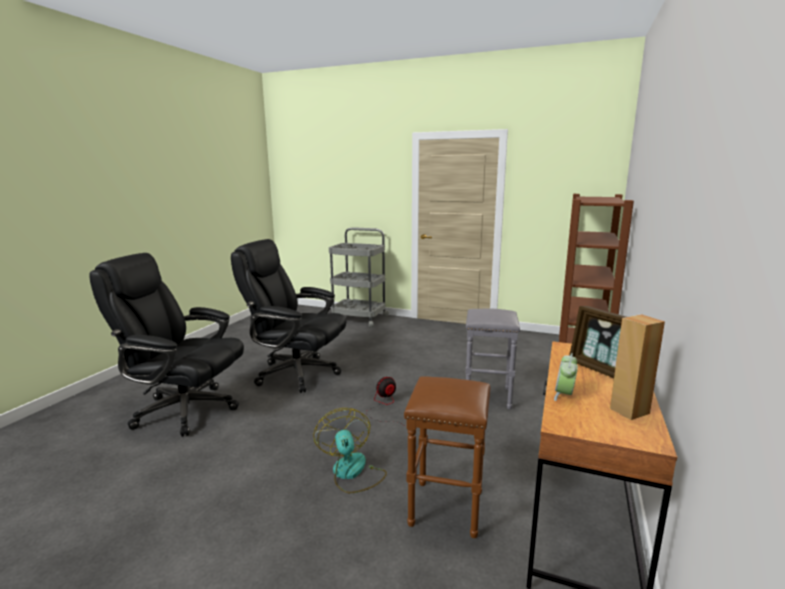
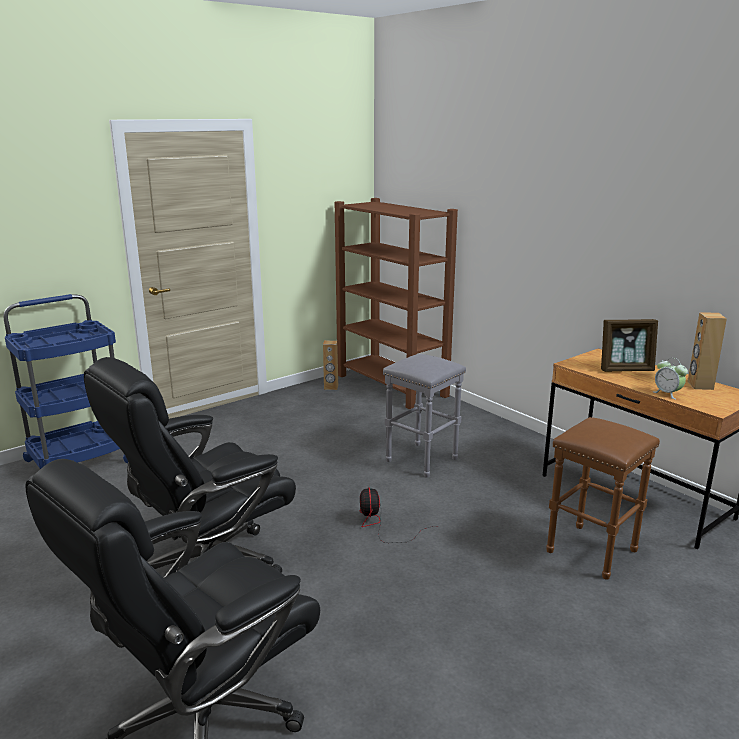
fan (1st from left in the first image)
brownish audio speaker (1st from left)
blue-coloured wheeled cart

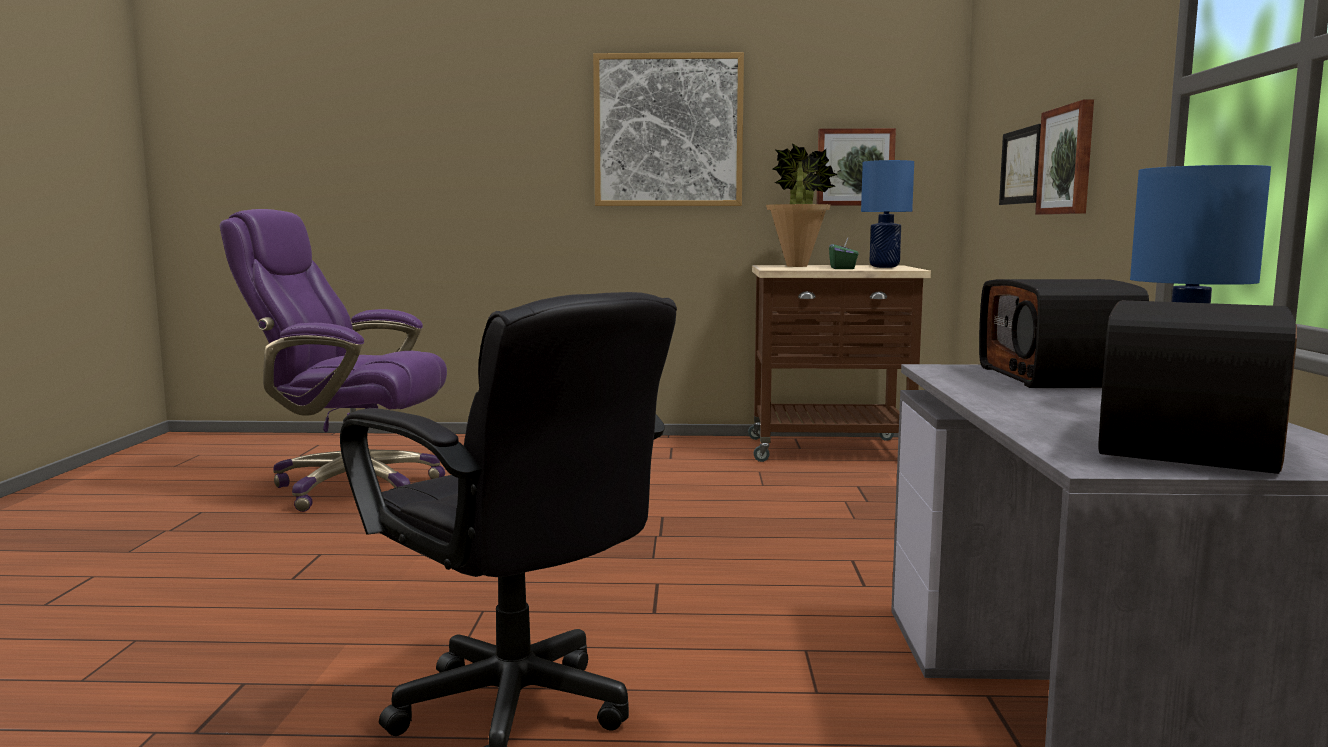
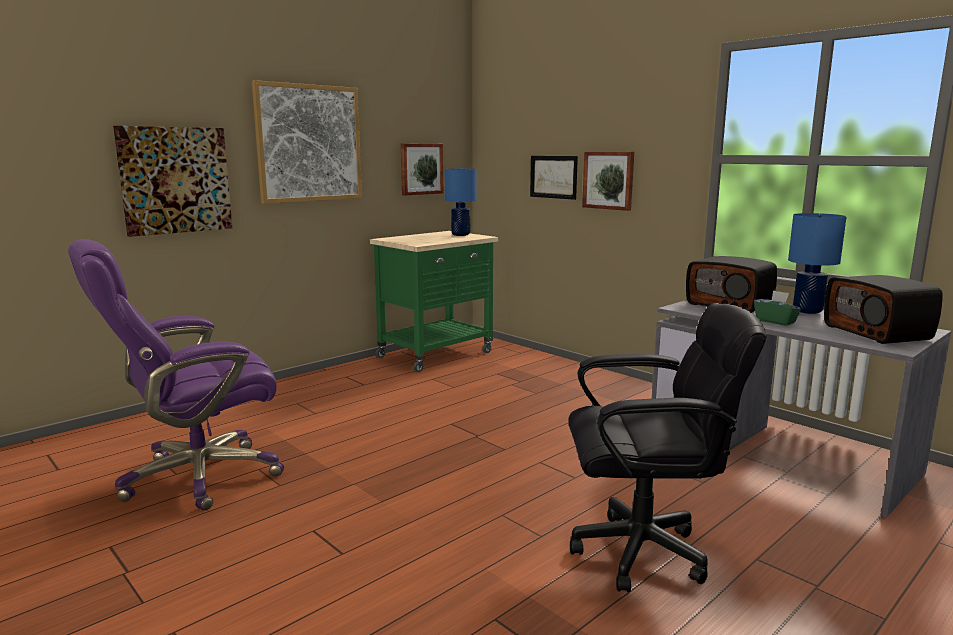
houseplant
picture (1st from left)
greenish tissue holder
greenish wheeled cart

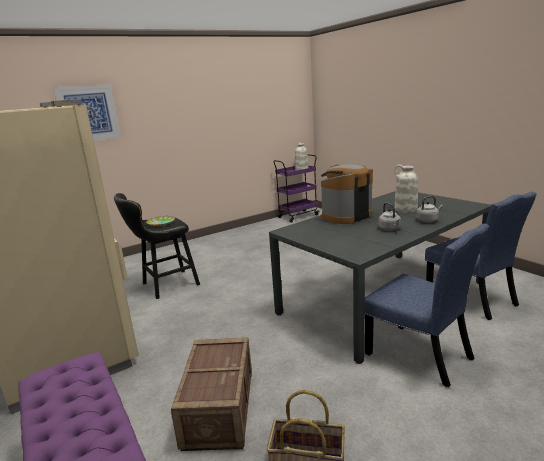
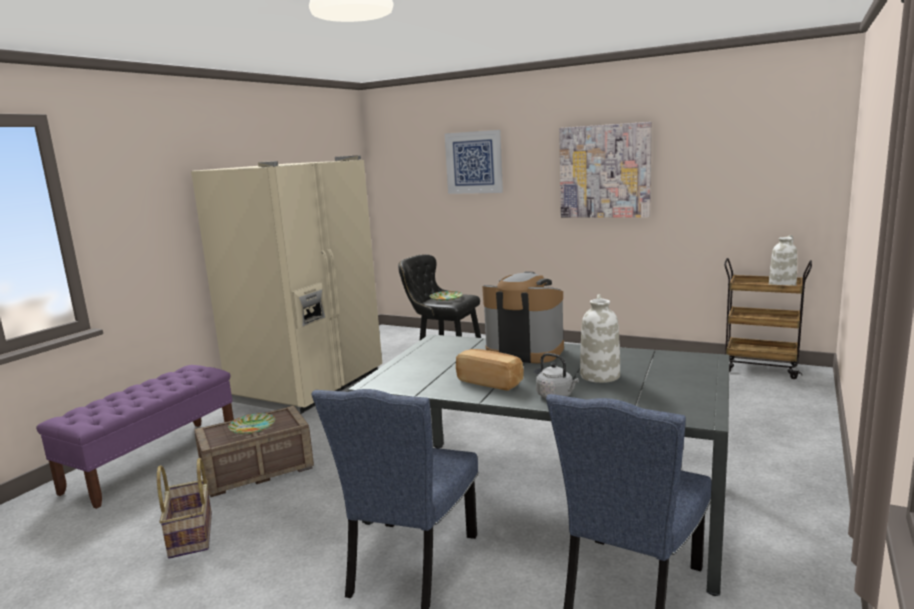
dinner plate (1st from left)
picture (2nd from left)
baked bread
brownish wheeled cart

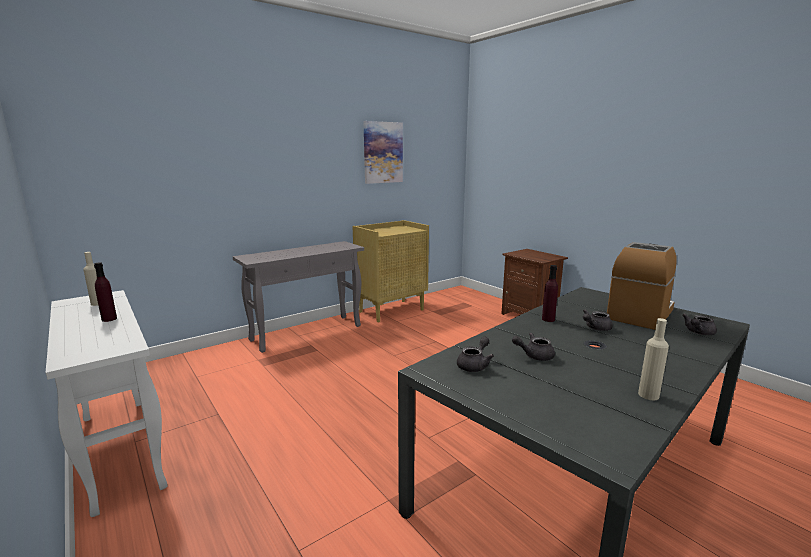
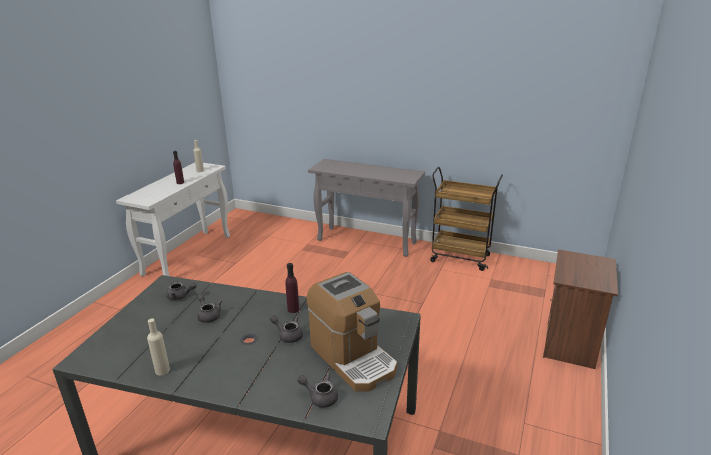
picture
brownish wheeled cart
coffee maker

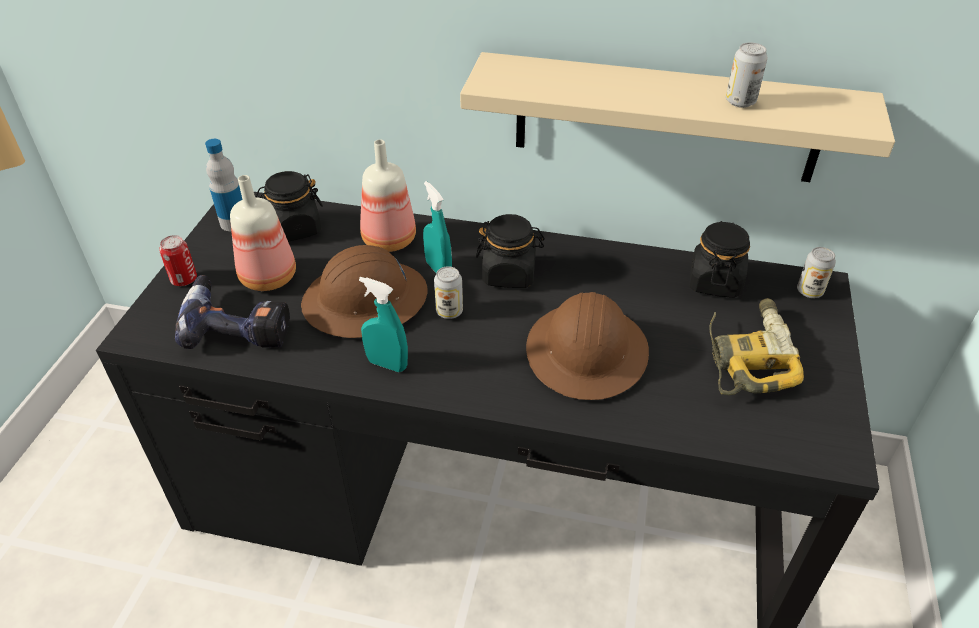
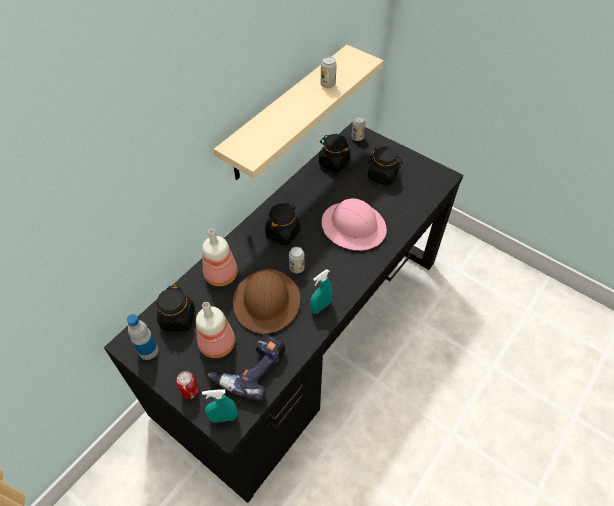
turquoise-coloured spray bottle (1st from left)
black-coloured jar (4th from left)
pinkish work helmet

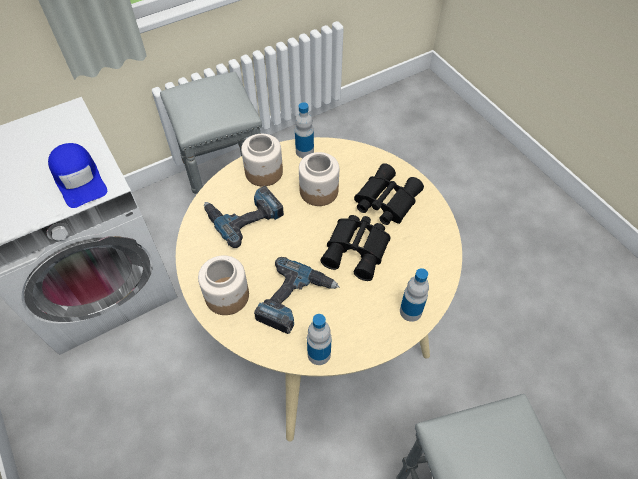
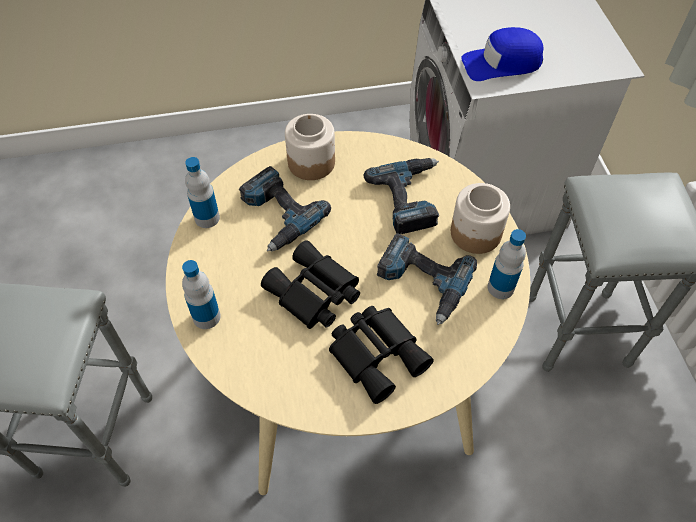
drill (3rd from left)

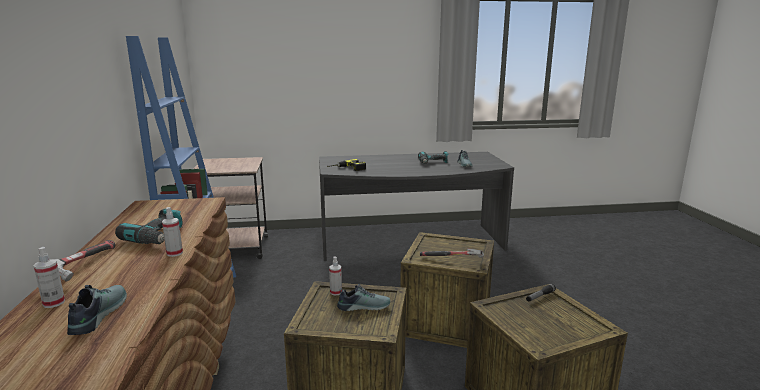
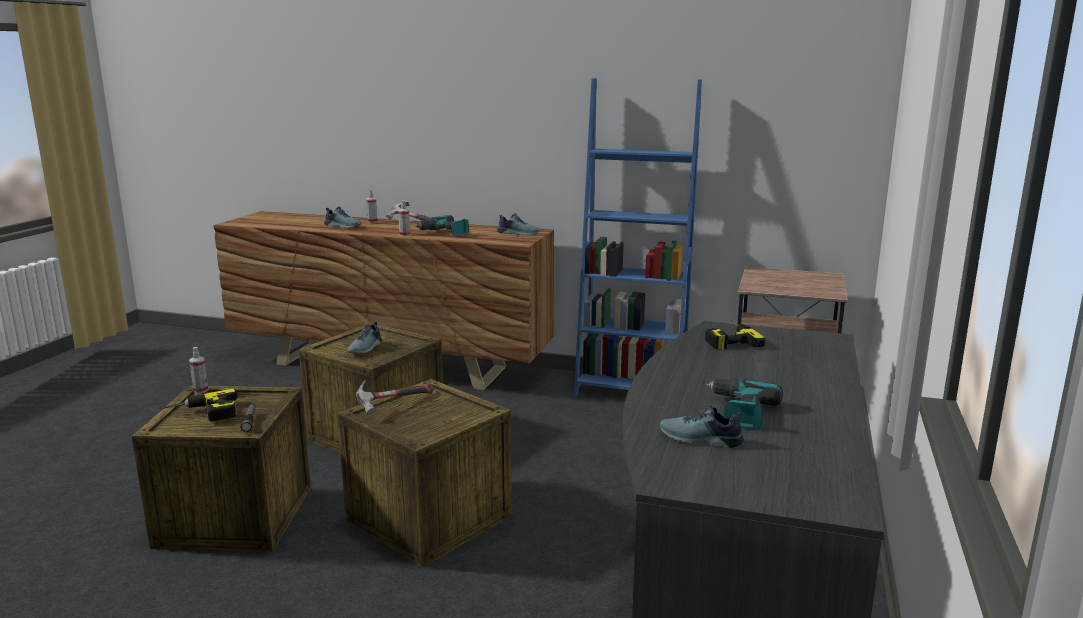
drill (1st from left)
low shoe (3rd from left)
spray bottle (1st from left)

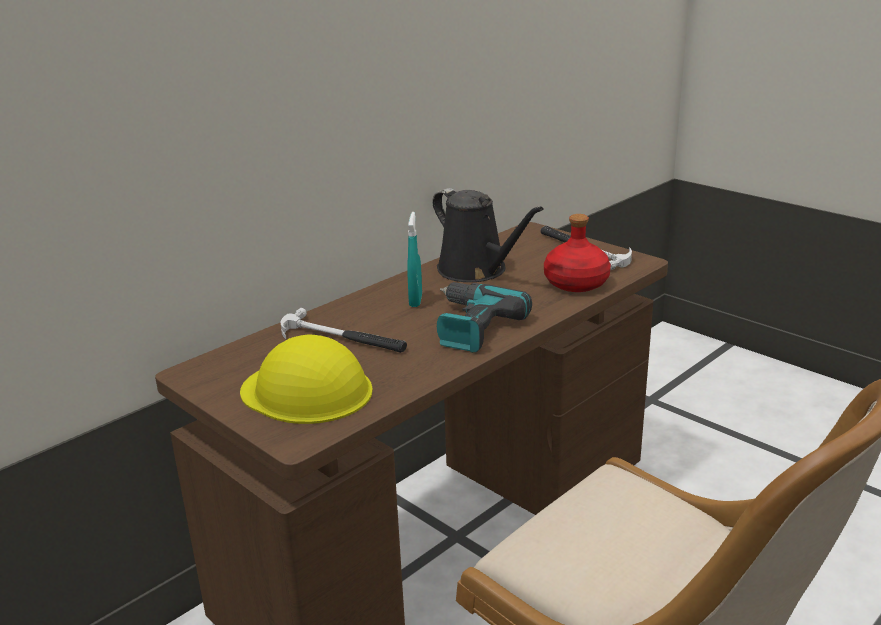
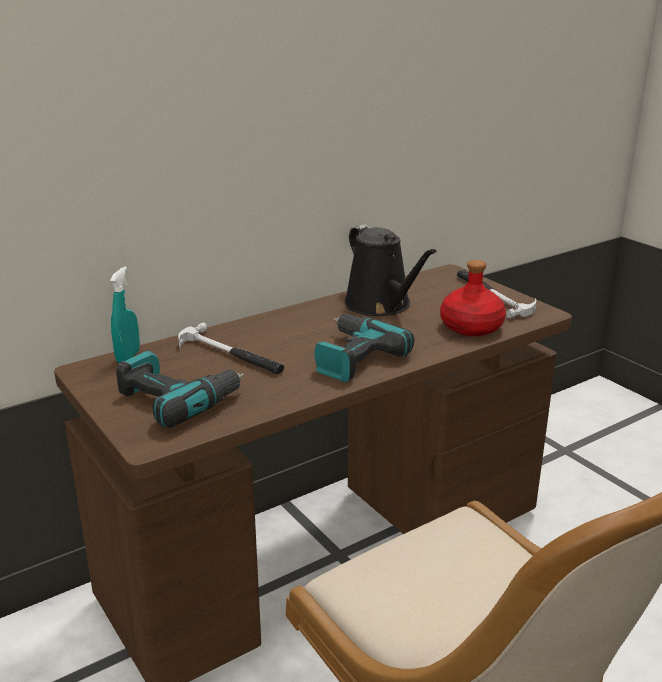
turquoise-coloured spray bottle
drill (1st from left)

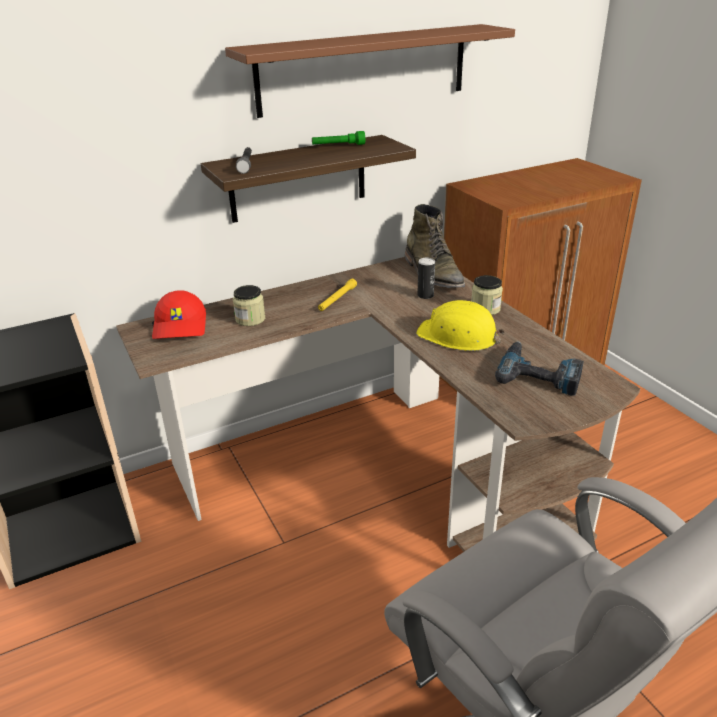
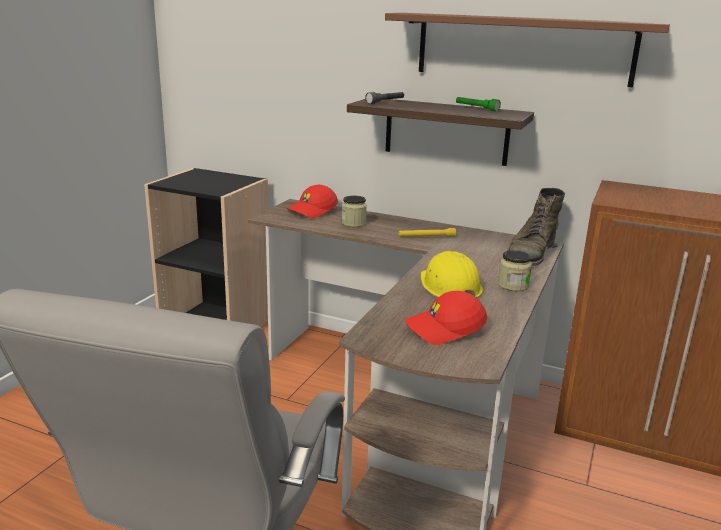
metal can
red cap (2nd from left)

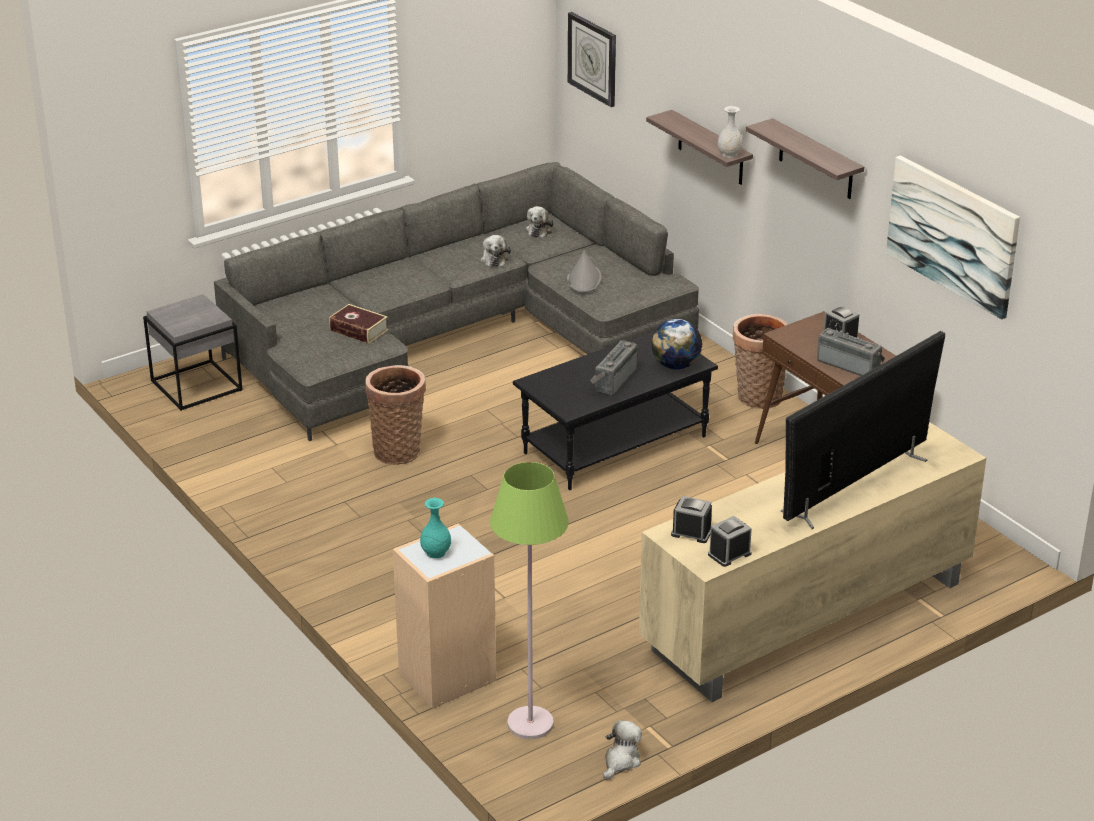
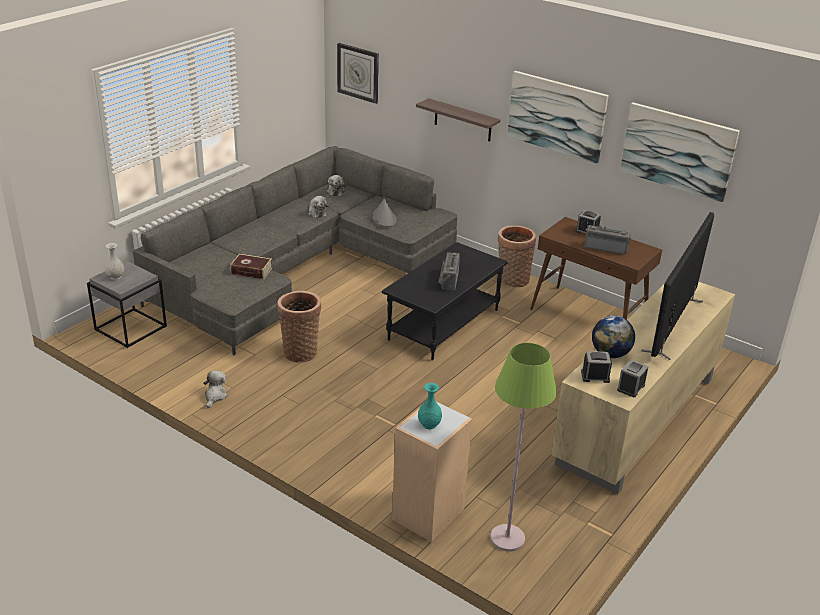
cuddly toy (1st from left)
desk globe
whitish flower vase
picture (1st from left)

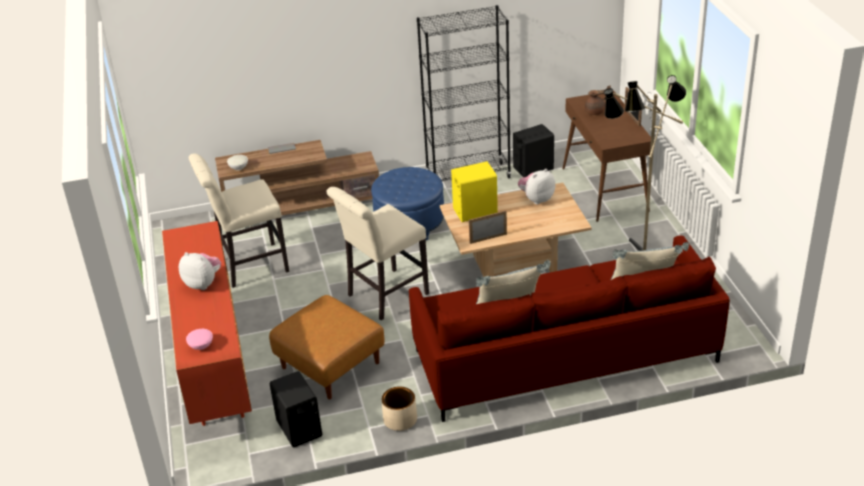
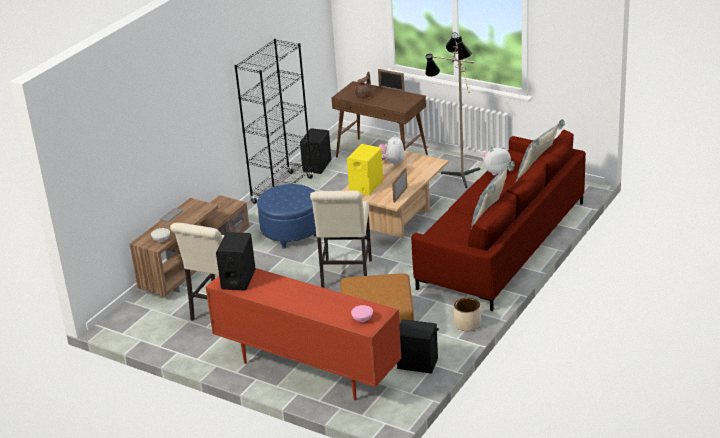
black-coloured audio speaker (1st from left)
cuddly toy (2nd from left)

